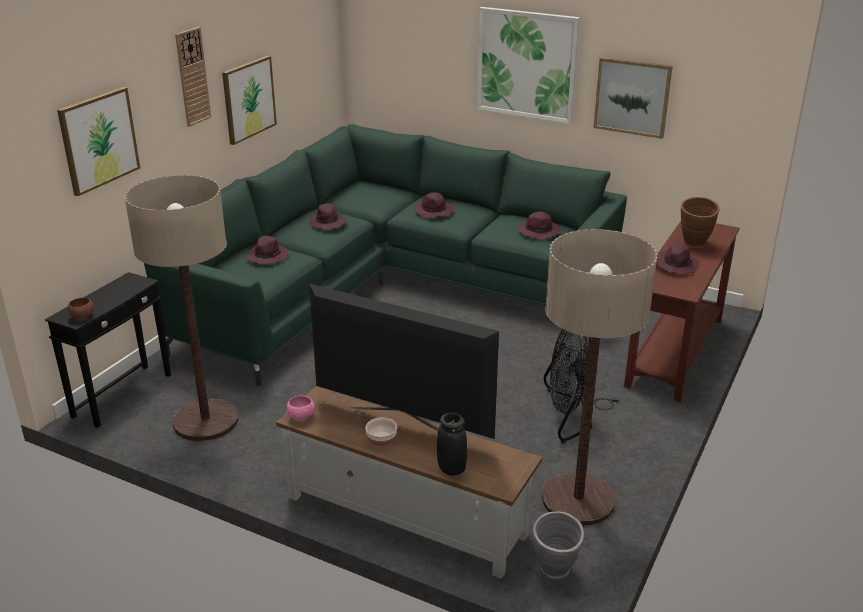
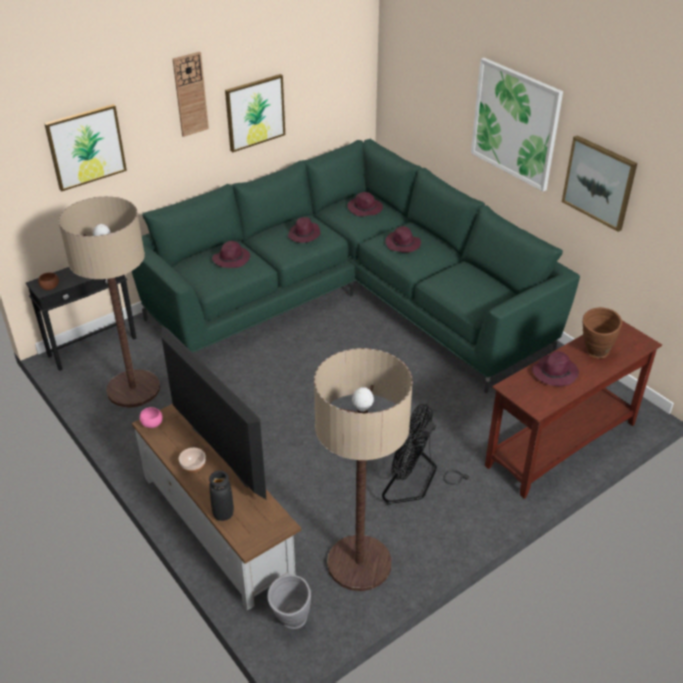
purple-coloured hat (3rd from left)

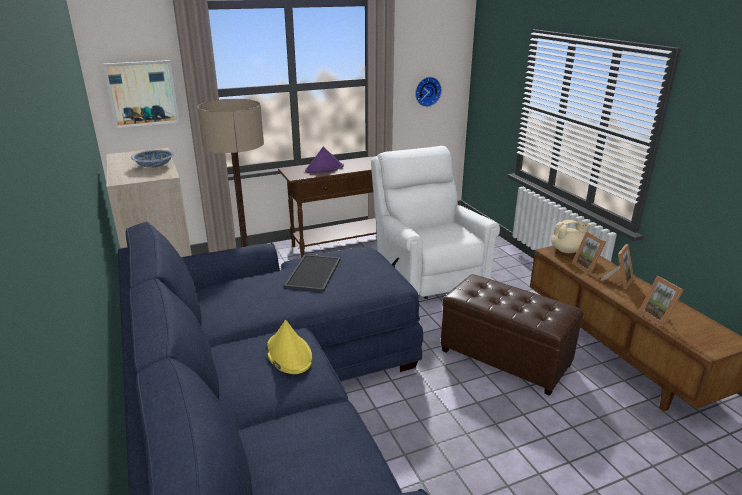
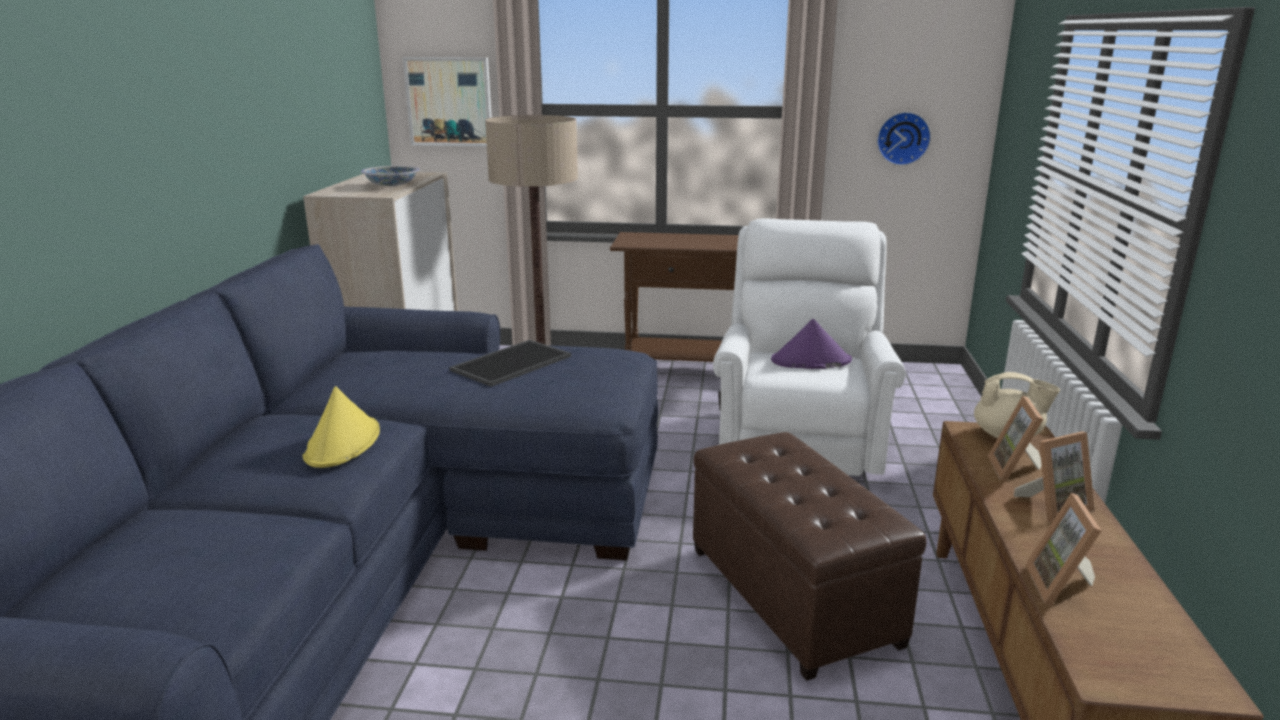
purple-coloured hat

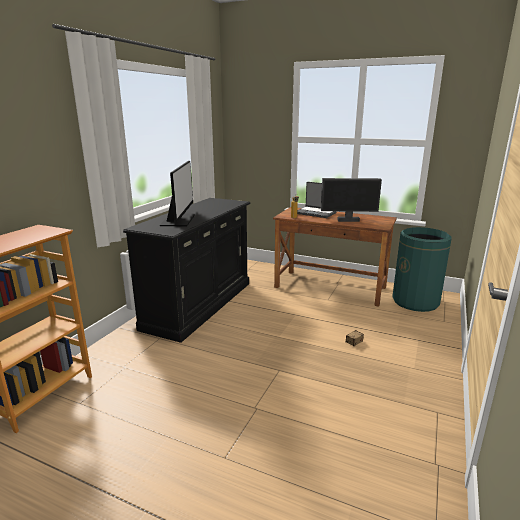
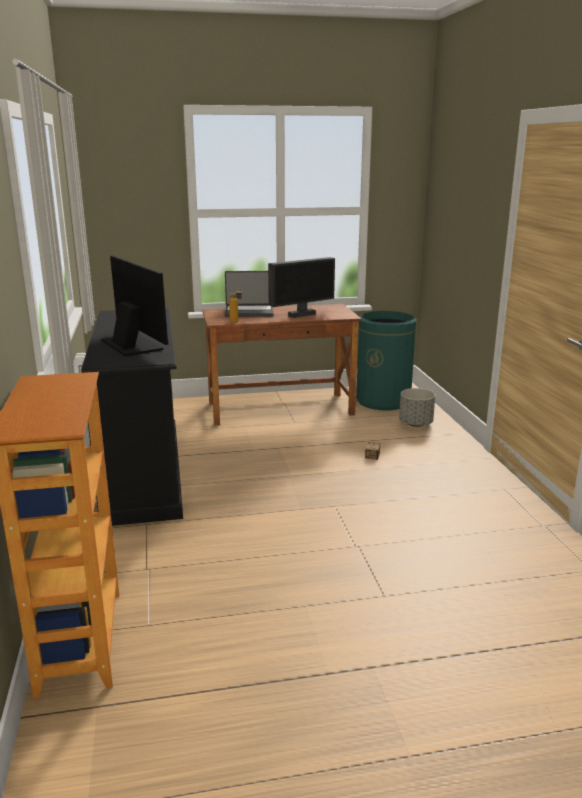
greyish planter

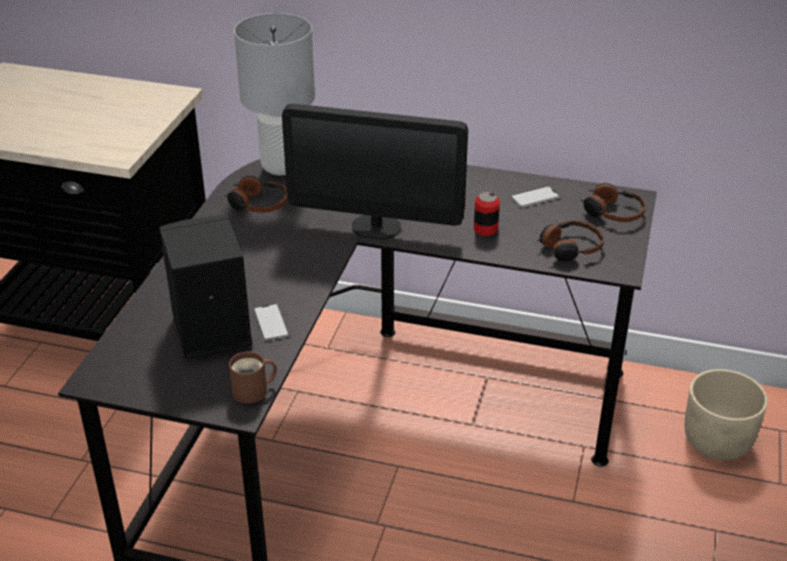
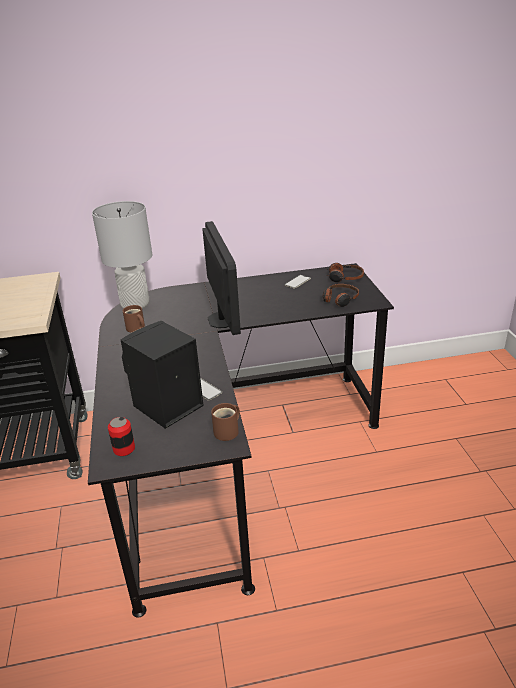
beige-coloured planter
metal can
brownish mug (1st from left)
monitor

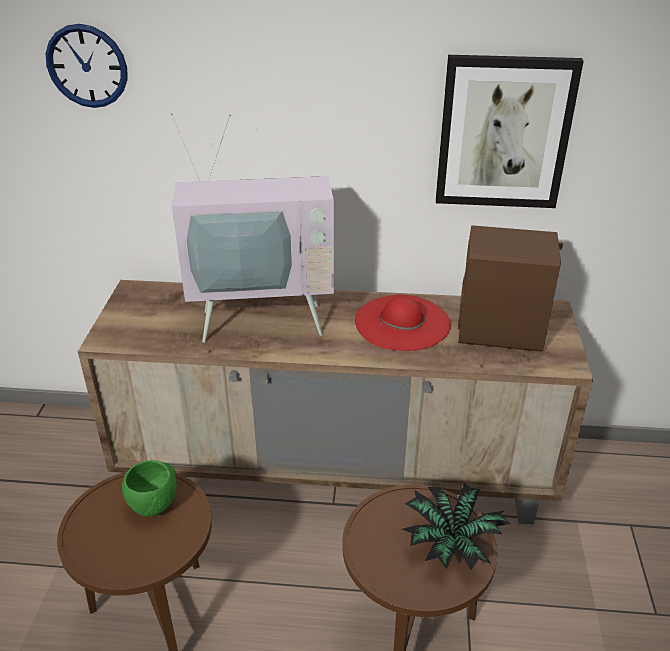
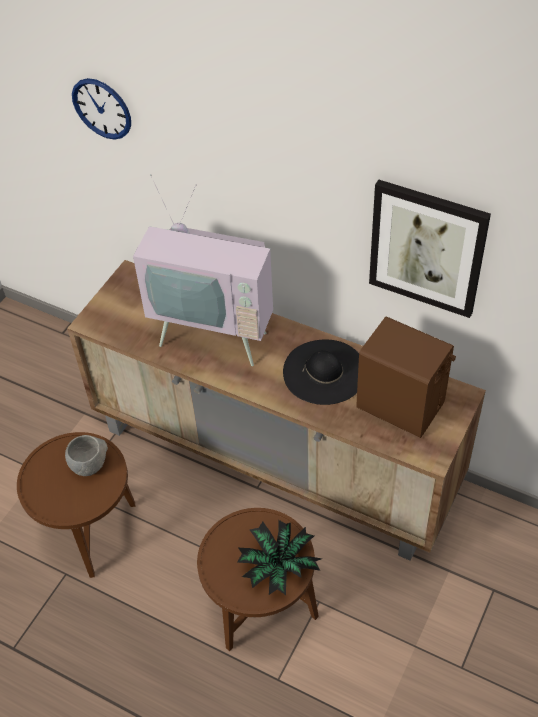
greyish bowl
black-coloured hat

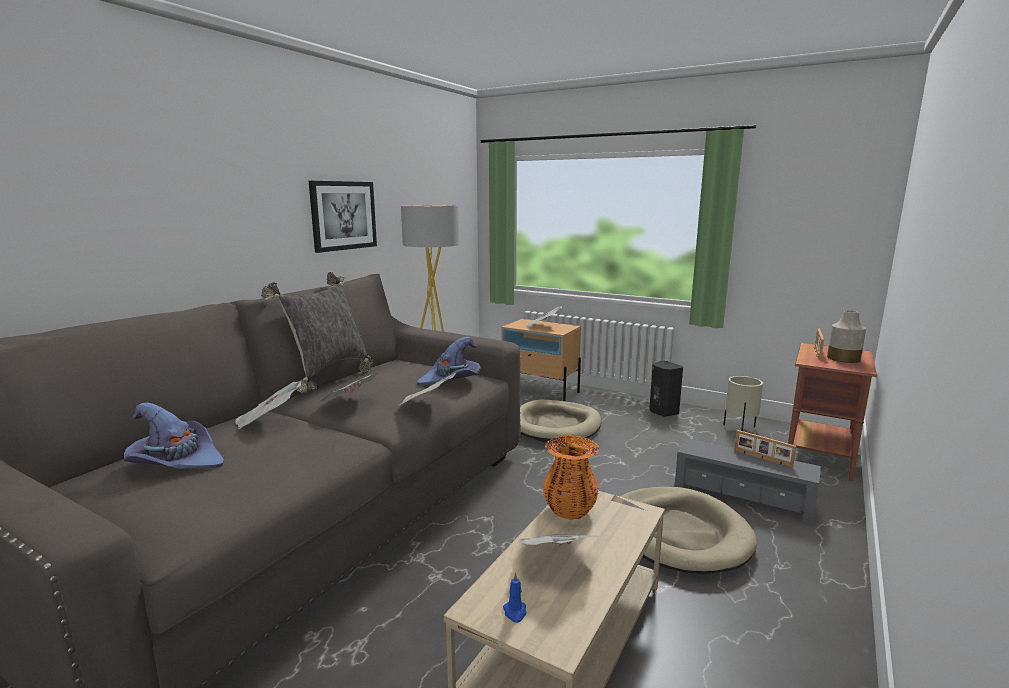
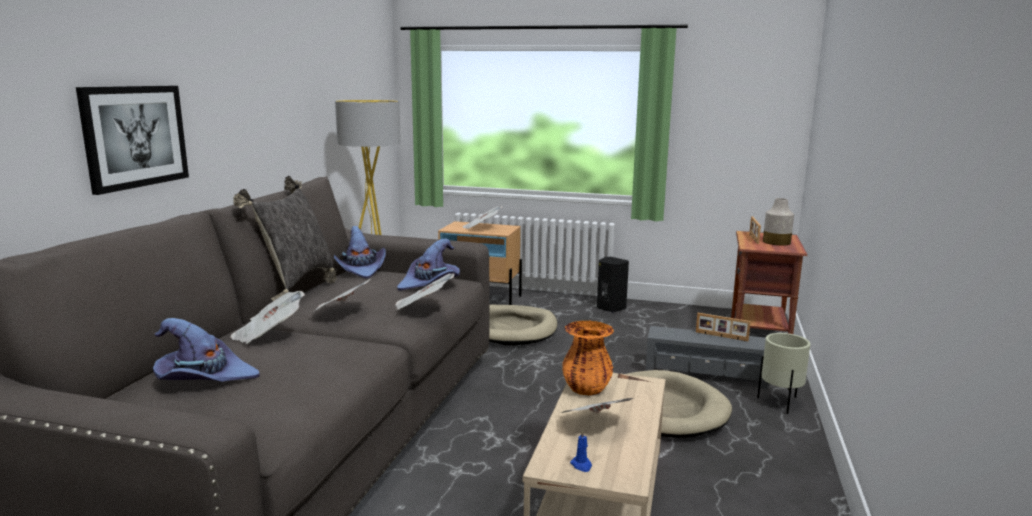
purple-coloured hat (2nd from left)
picture
beige-coloured planter

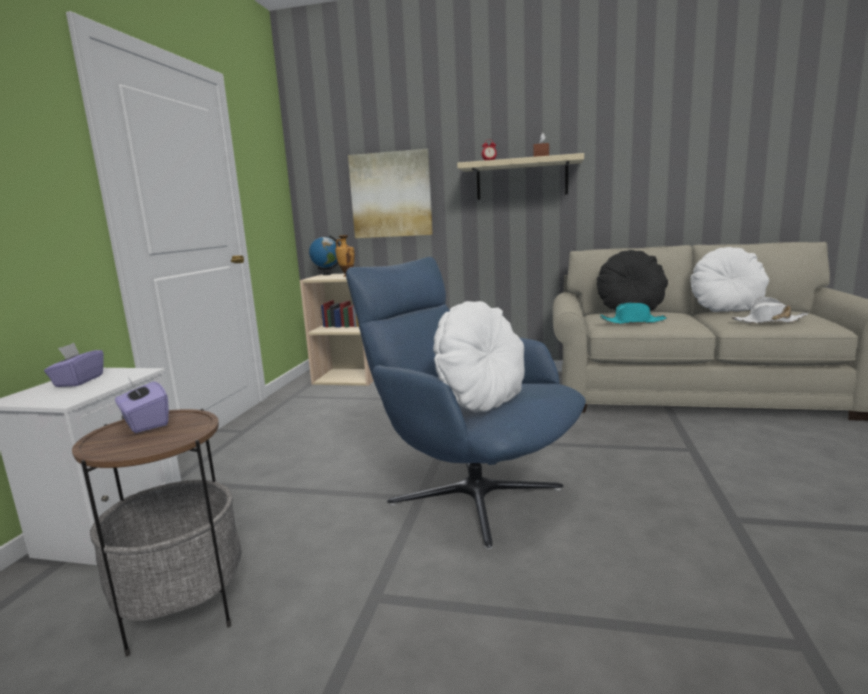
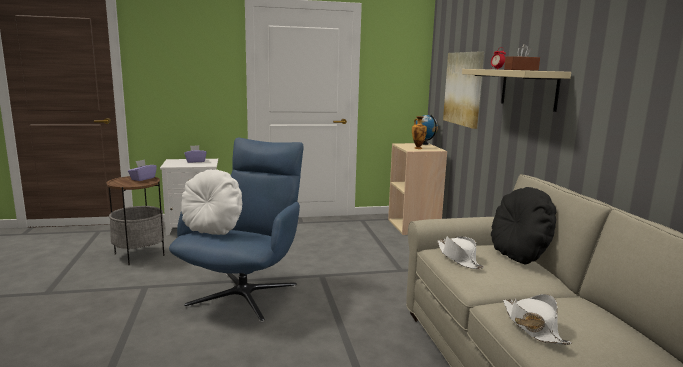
whitish pillow (2nd from left in the first image)
whitish hat (1st from left)

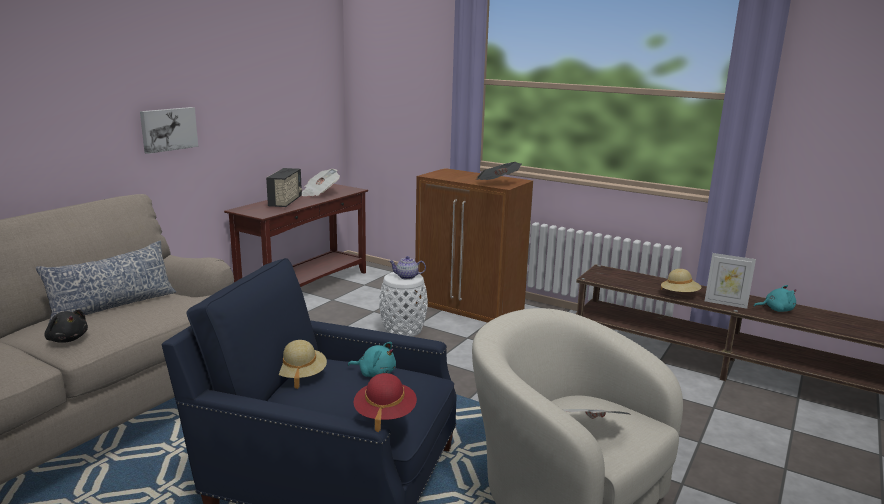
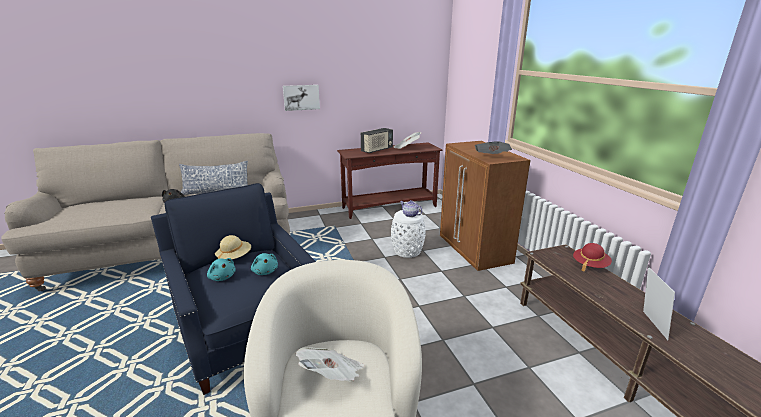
beige-coloured hat (2nd from left in the first image)
red hat
turquoise-coloured cuddly toy (1st from left)
picture frame

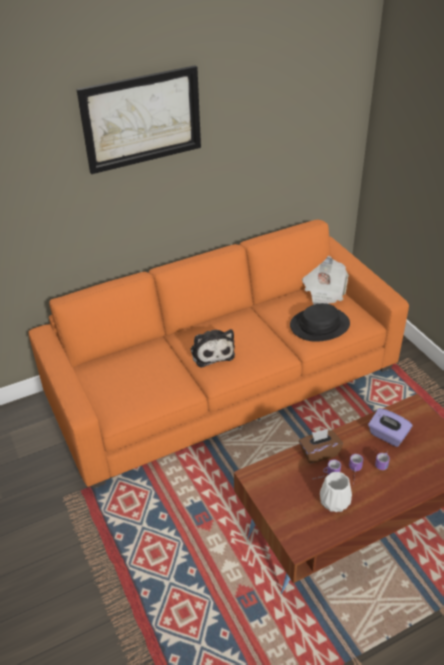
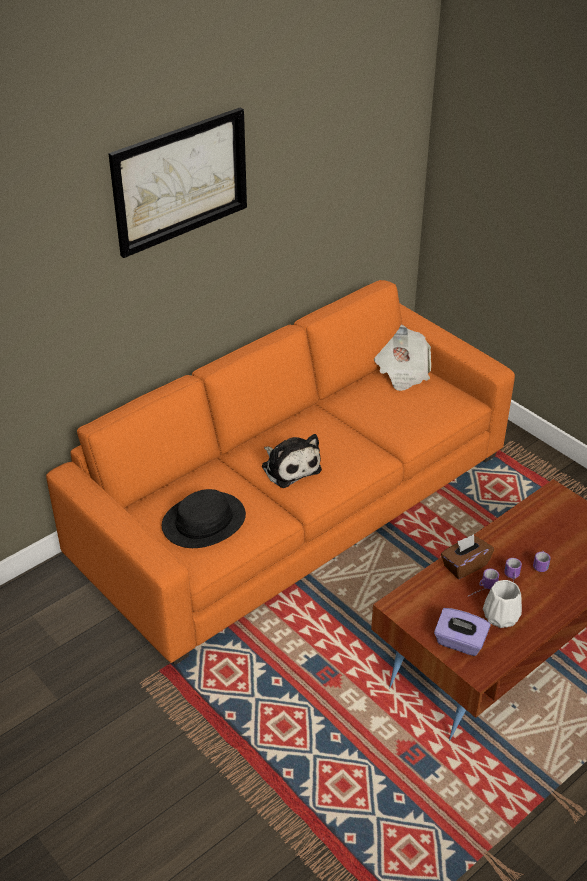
black-coloured hat
purple-coloured tissue holder

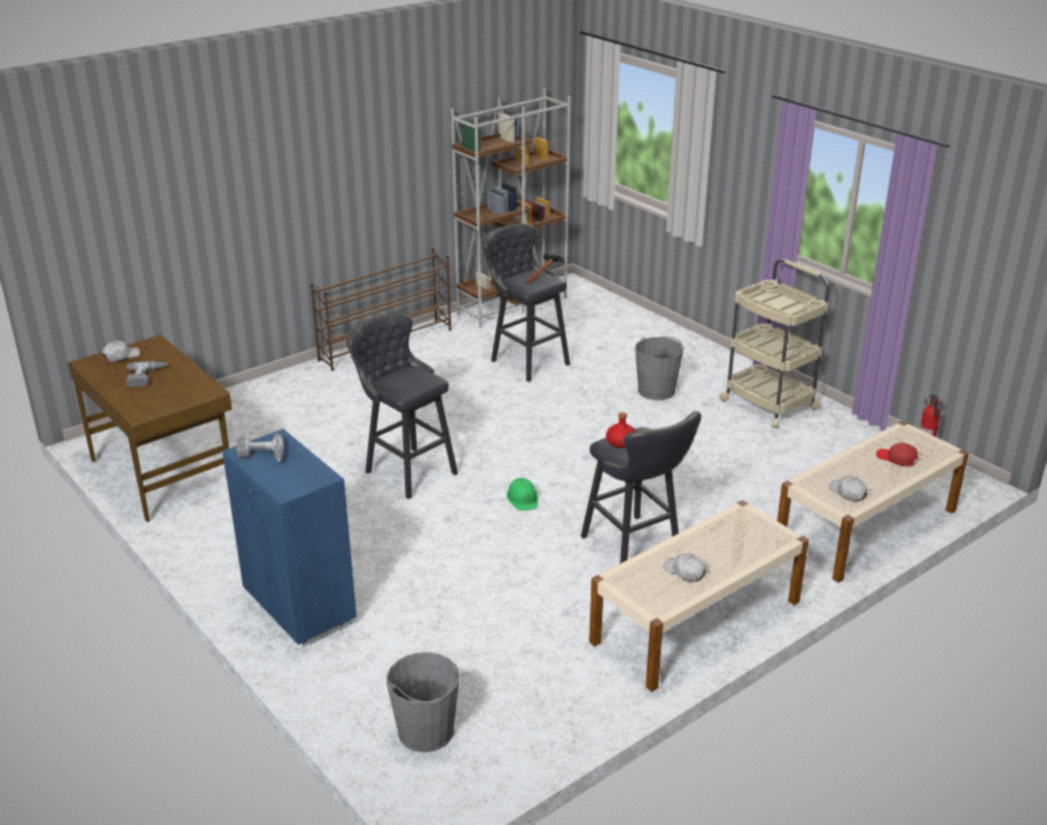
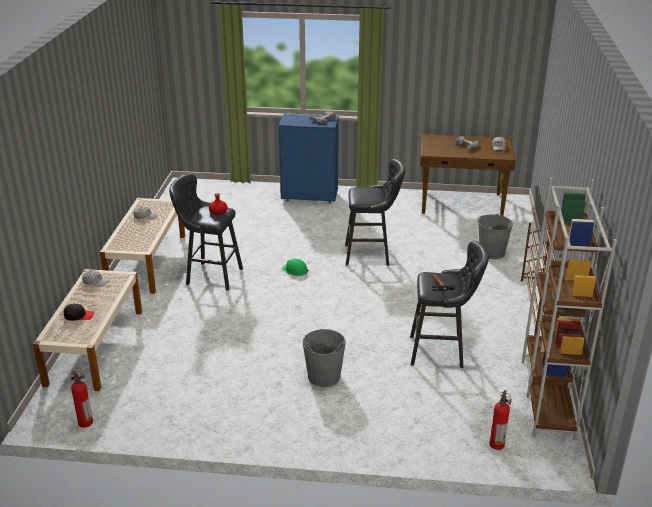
beige-coloured wheeled cart
fire extinguisher (2nd from left)
greyish bucket (2nd from left)
black-coloured cap

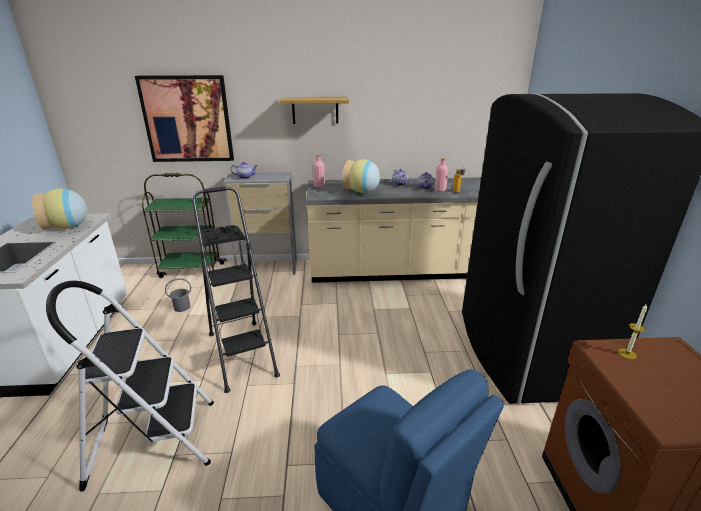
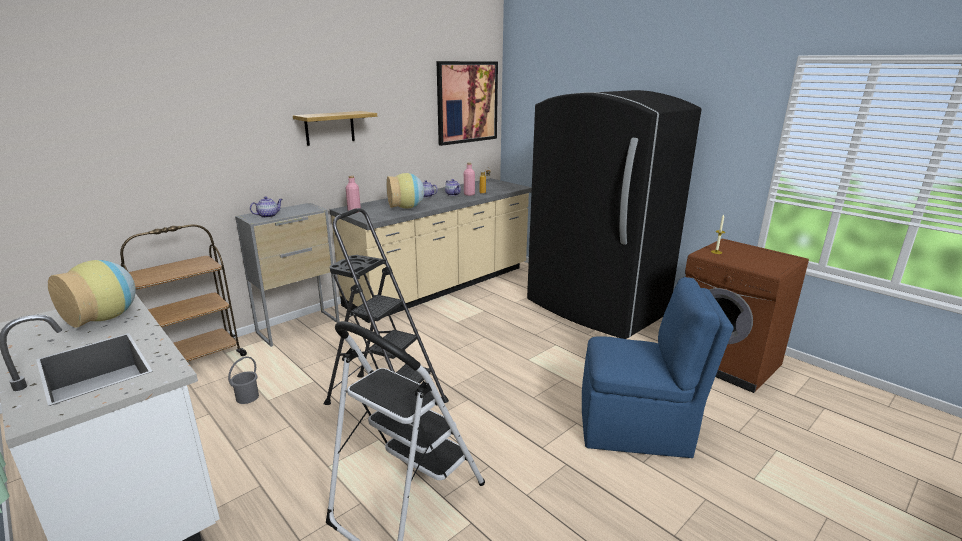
picture
brownish wheeled cart

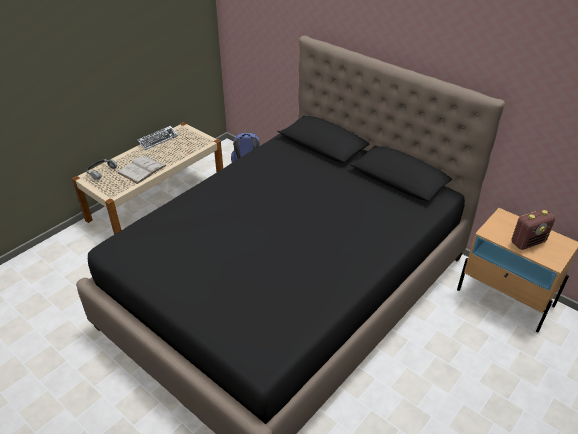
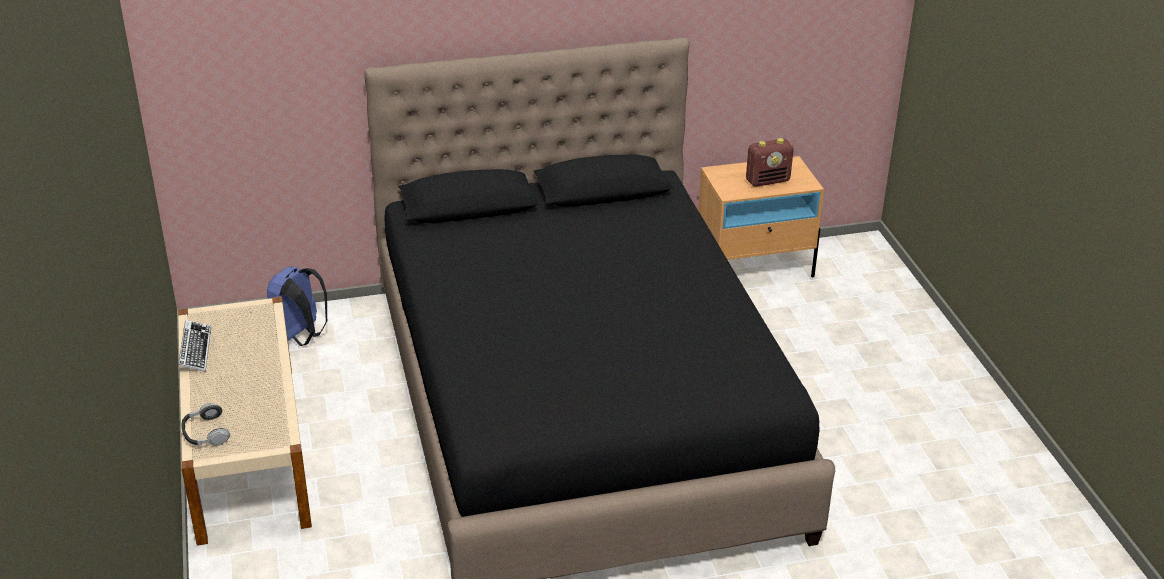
whitish volume
radio receiver

